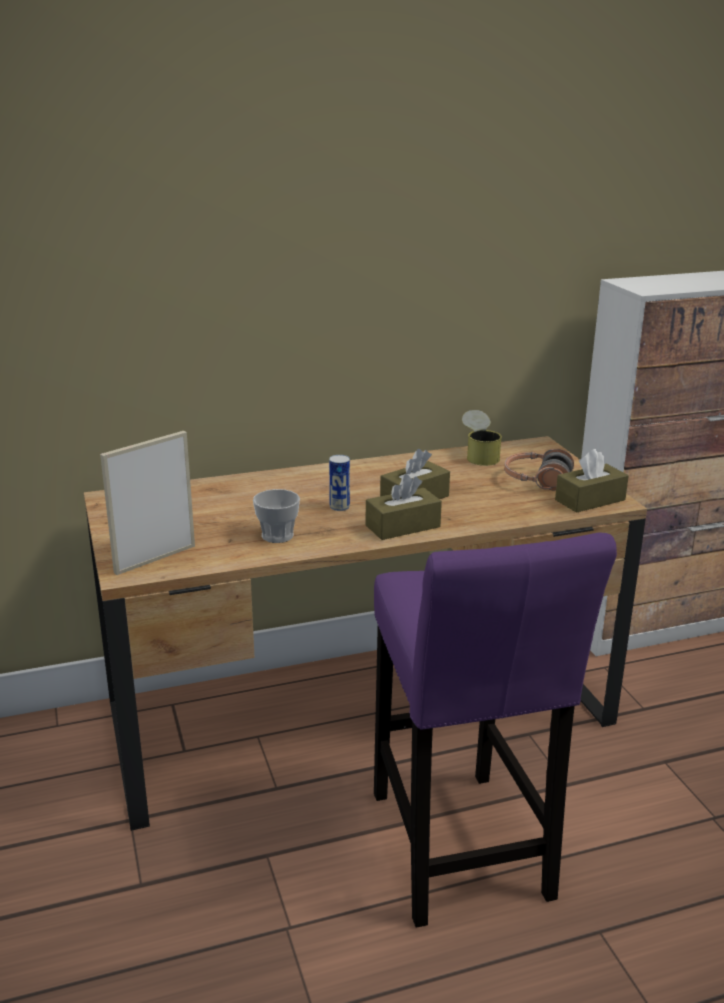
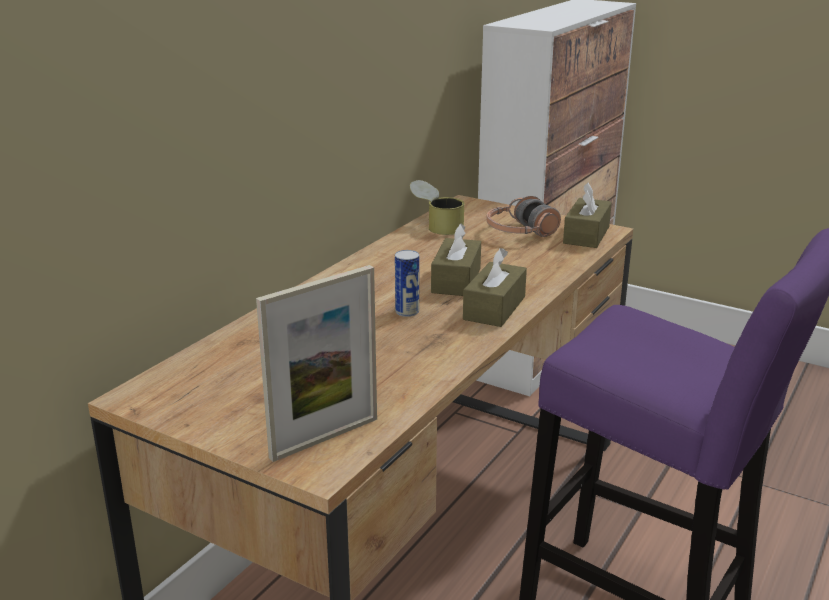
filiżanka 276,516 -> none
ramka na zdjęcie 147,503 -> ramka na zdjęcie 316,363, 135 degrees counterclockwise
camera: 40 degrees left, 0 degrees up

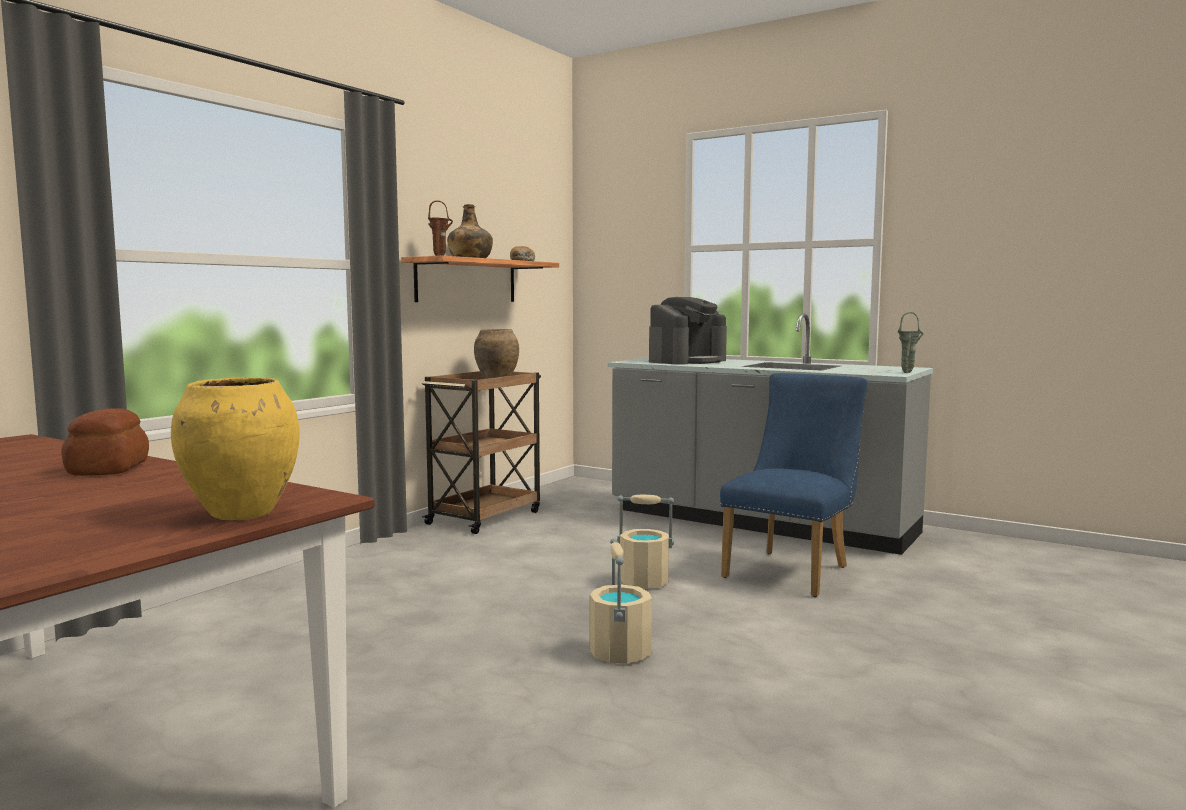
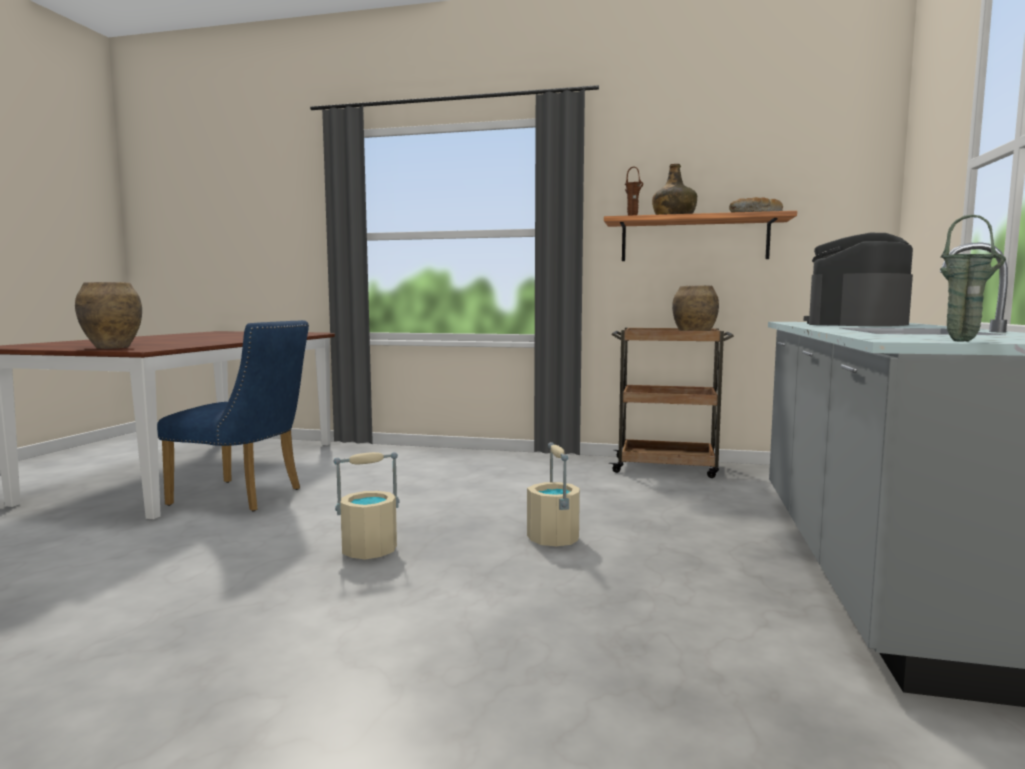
chleb 105,442 -> none
krzesło [niebieski] 793,485 -> krzesło [niebieski] 233,416, move
wazon [żółty] 235,448 -> wazon [brązowy] 108,315
ekspres do kawy 688,331 -> ekspres do kawy 858,279, 105 degrees clockwise
camera: 70 degrees right, 0 degrees up

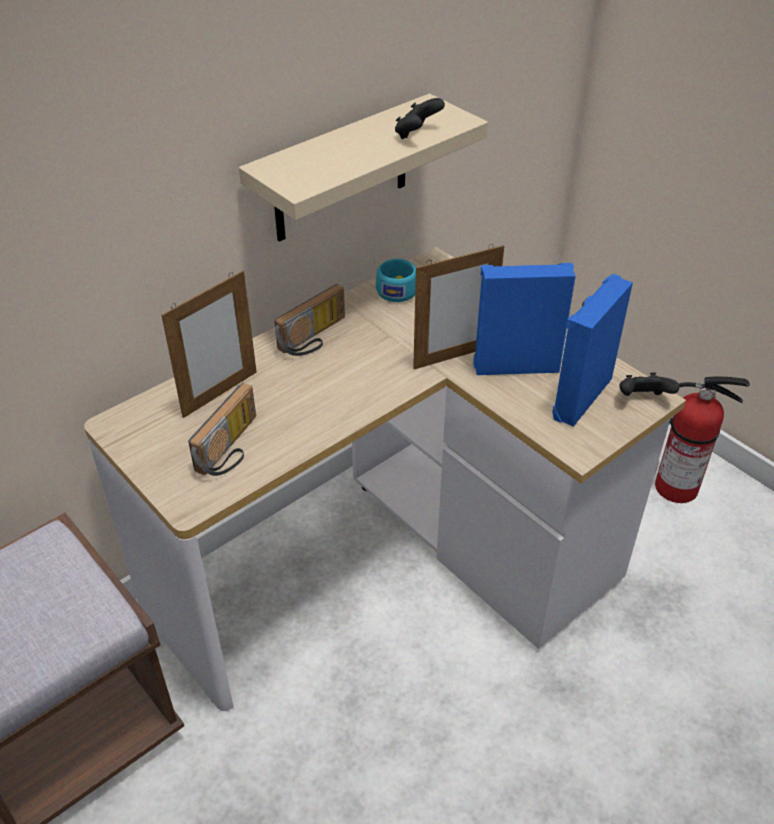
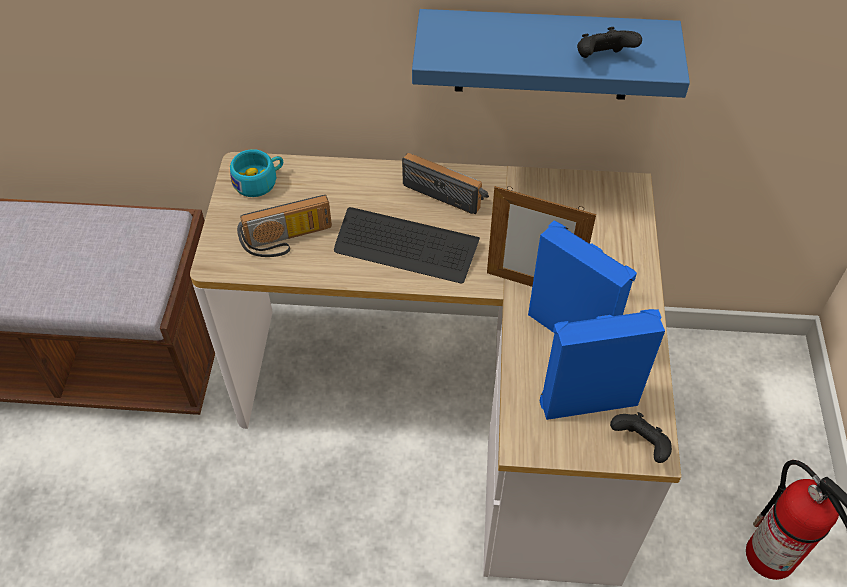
ramka na zdjęcie 209,344 -> none
none -> klawiatura 407,245
filiżanka [turkusowy] 396,280 -> filiżanka [turkusowy] 256,173, move
półka [beżowy] 363,168 -> półka [niebieski] 551,54
radio 310,320 -> radio 445,183, 150 degrees counterclockwise
camera: 45 degrees right, 10 degrees up

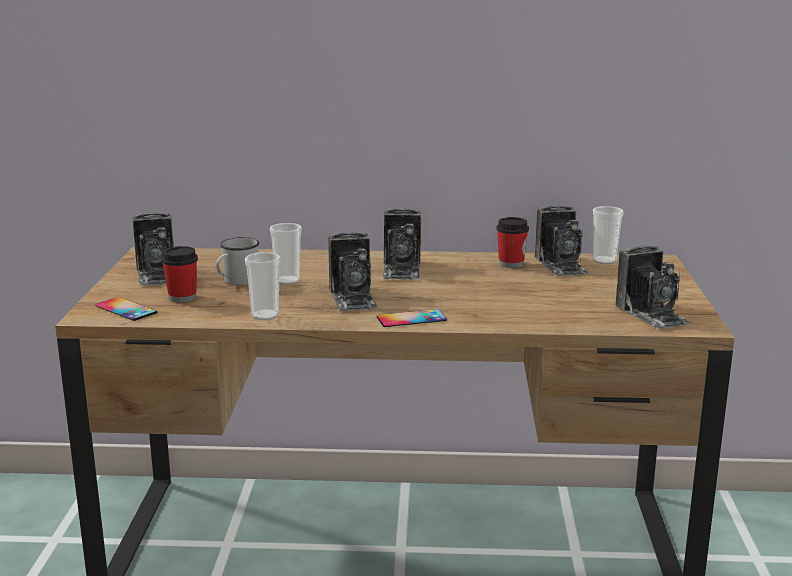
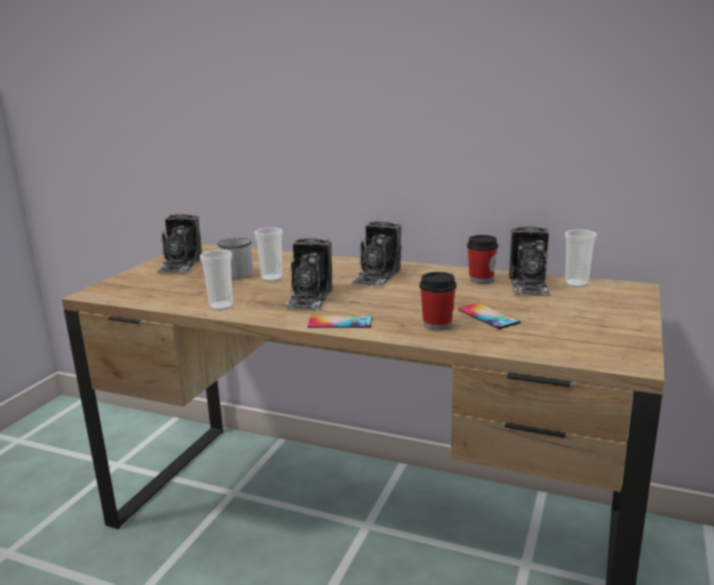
aparat fotograficzny 653,287 -> none
telefon 126,309 -> telefon 489,316, move
filiżanka 180,274 -> filiżanka 437,301, move
camera: 20 degrees right, 0 degrees up

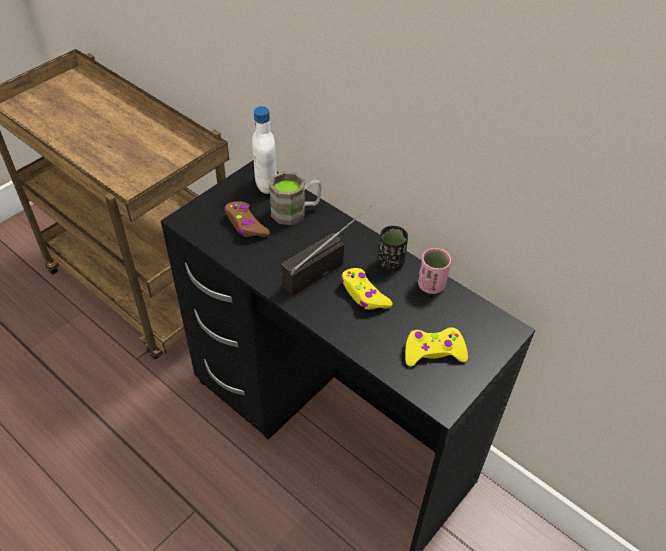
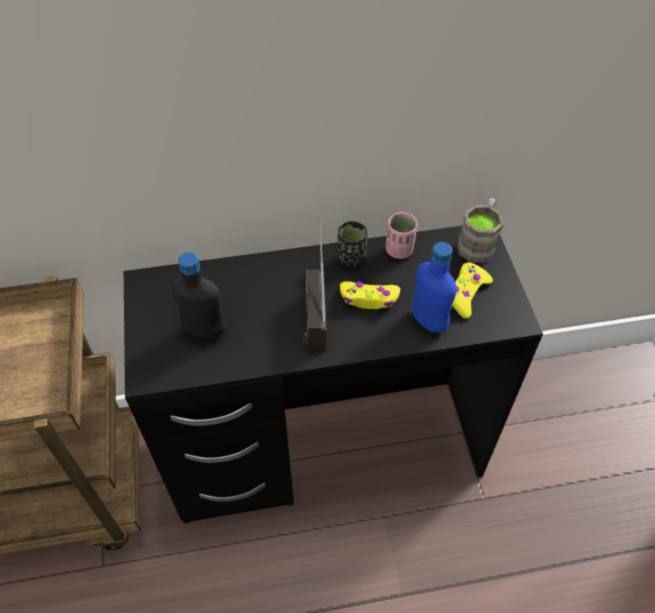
butelka [biały] 264,150 -> none
none -> butelka [niebieski] 433,287
kubek [brązowy] 295,198 -> kubek [brązowy] 480,230, move
pad do gier [brązowy] 247,219 -> butelka [czarny] 198,295
camera: 50 degrees left, 5 degrees up

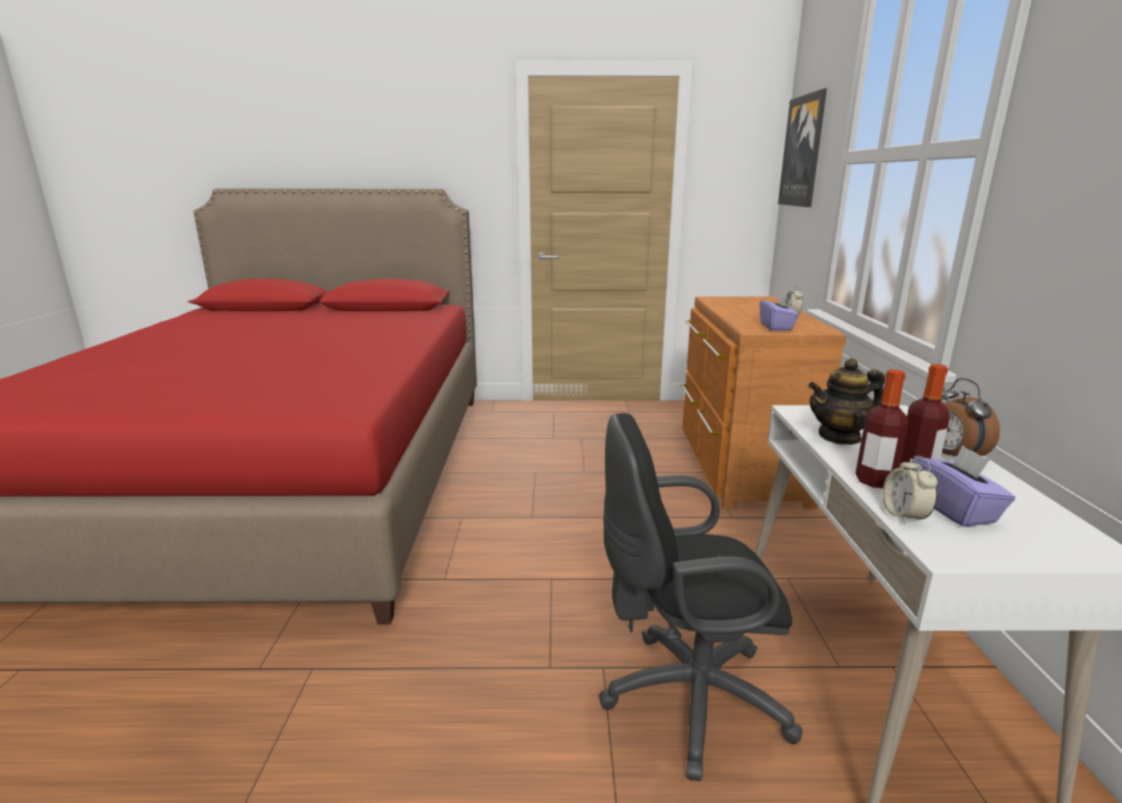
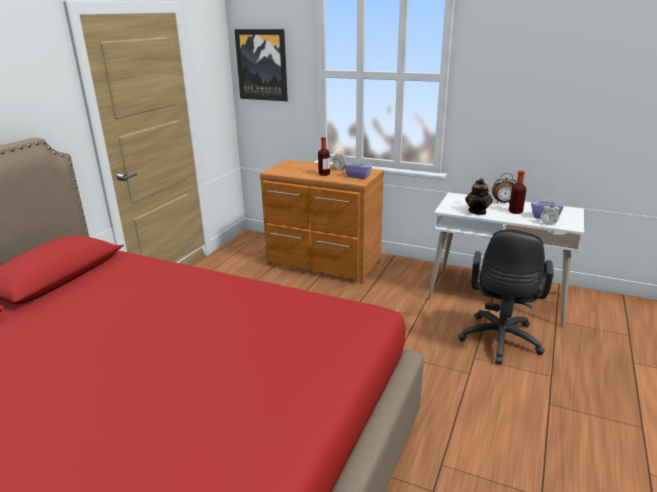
butelka 882,428 -> butelka 324,156, move
camera: 65 degrees left, 5 degrees up

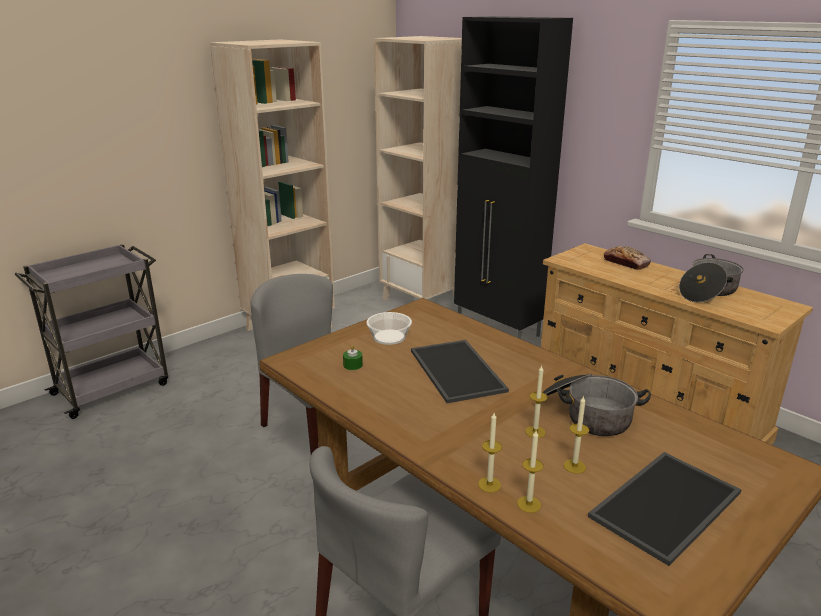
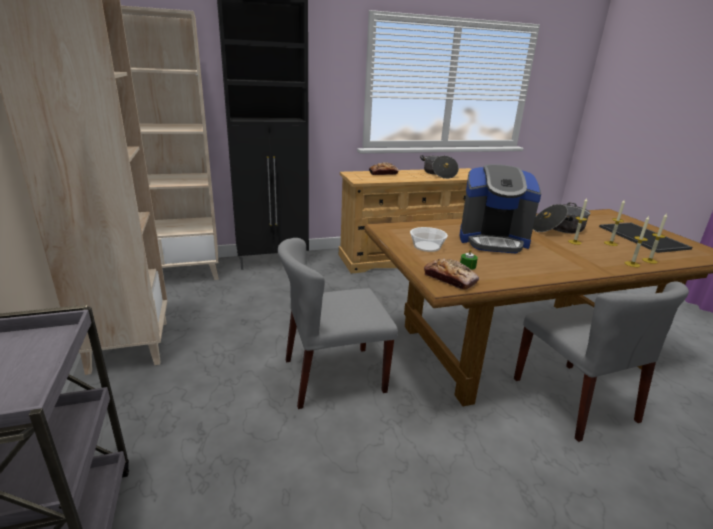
none -> chleb 451,274
taca 460,371 -> ekspres do kawy 500,209
camera: 65 degrees left, 0 degrees up

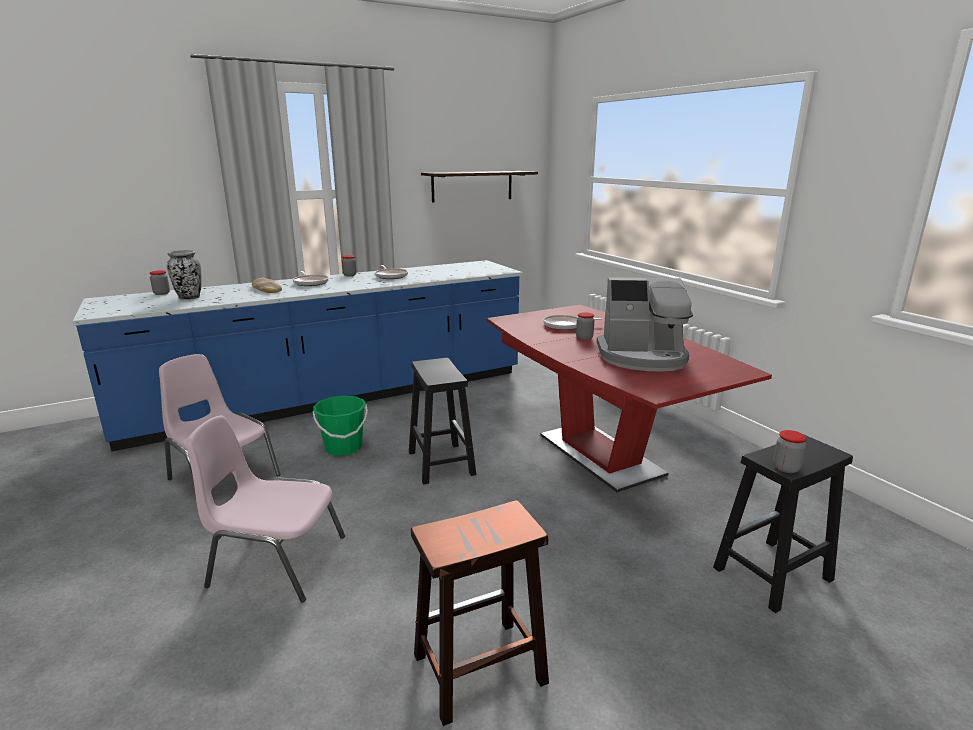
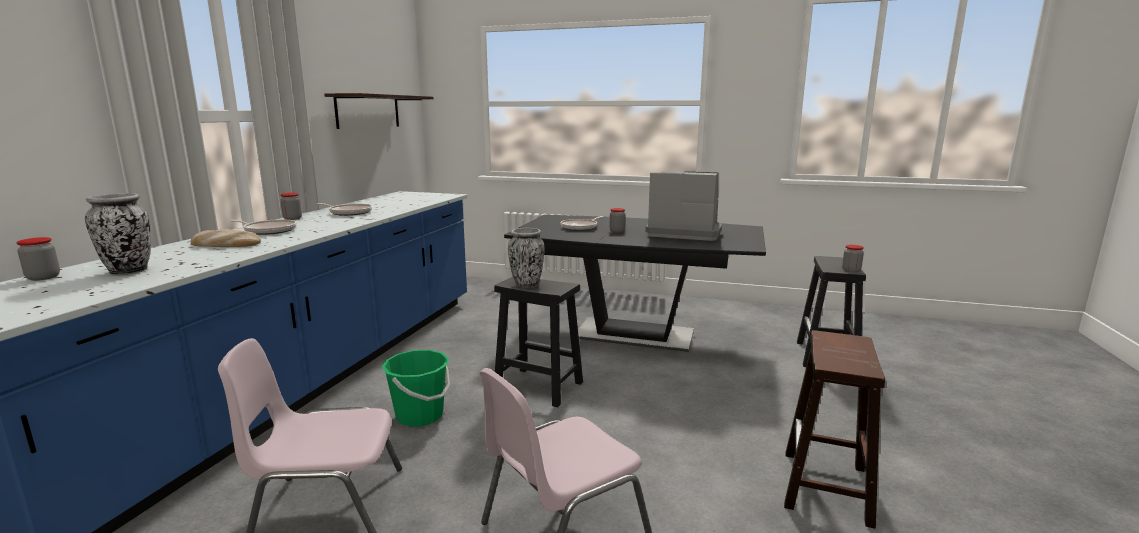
none -> wazon 526,258
stół jadalny [czerwony] 629,398 -> stół jadalny [czarny] 635,283
ekspres do kawy 645,324 -> ekspres do kawy 684,206, 120 degrees counterclockwise
camera: 45 degrees left, 5 degrees down

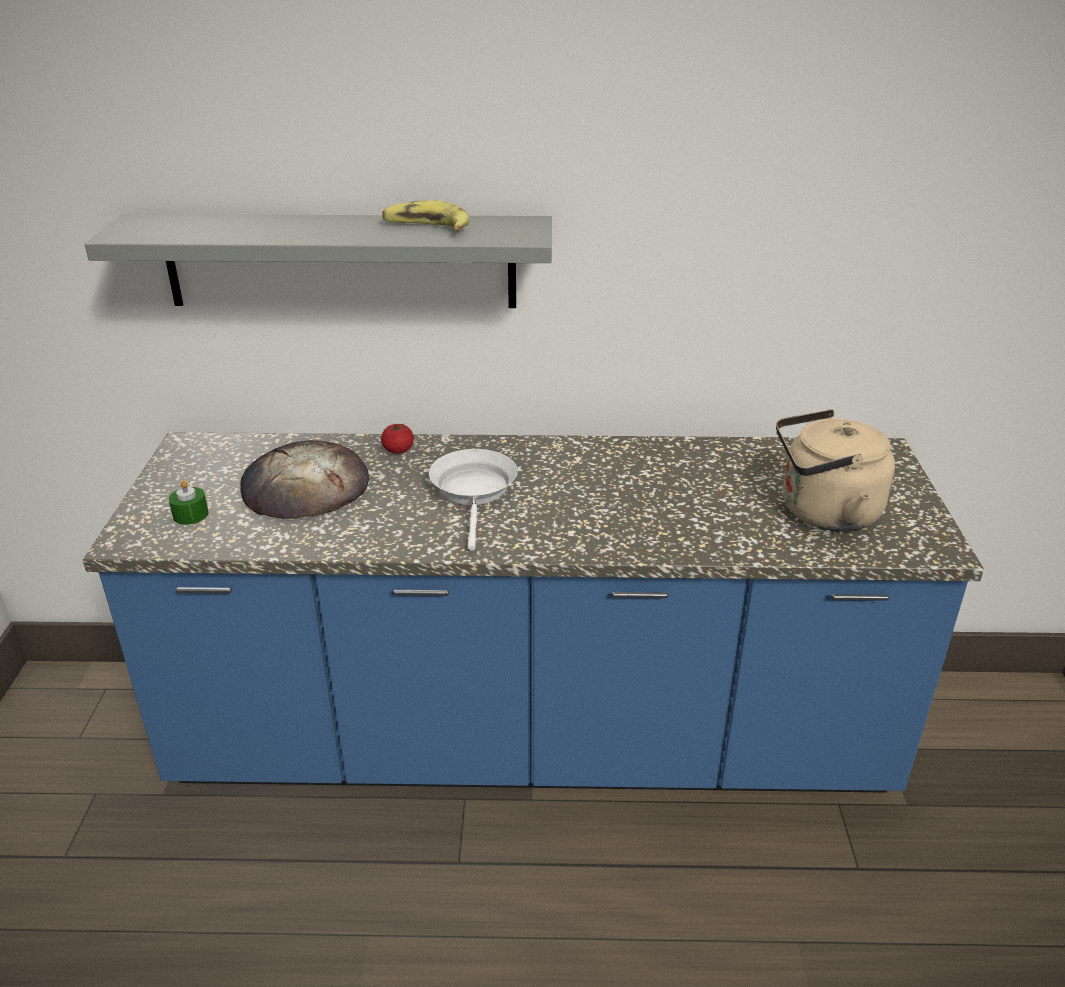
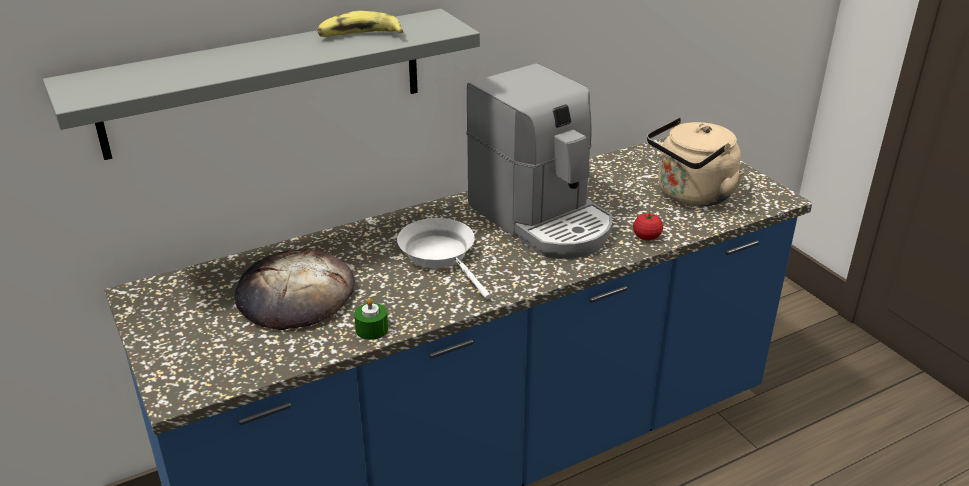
none -> ekspres do kawy 539,160
świeca [zielony] 189,502 -> świeca [zielony] 371,319, move
pomidor 397,438 -> pomidor 648,226, move
camera: 30 degrees left, 0 degrees up

